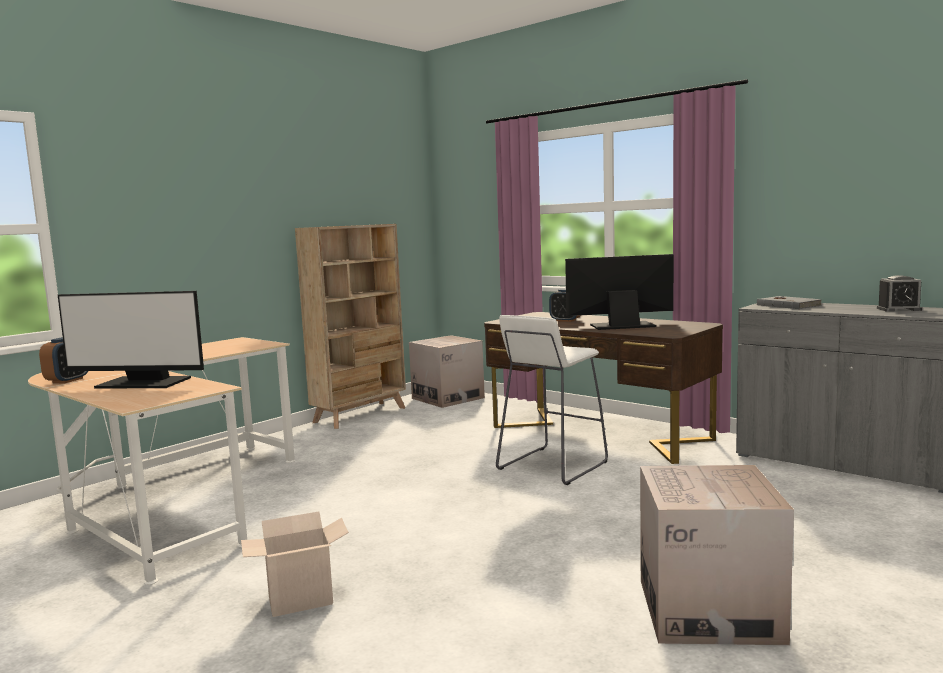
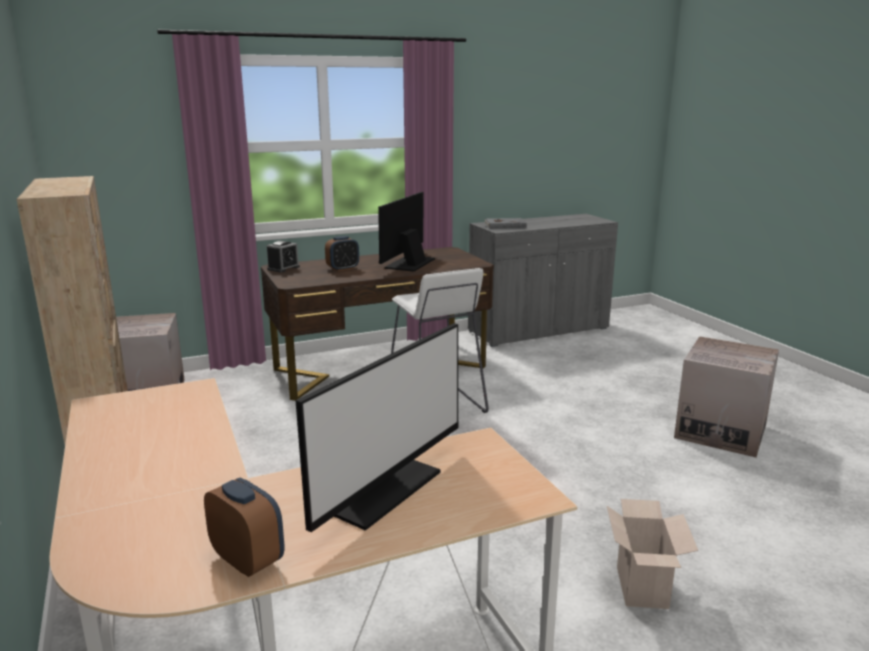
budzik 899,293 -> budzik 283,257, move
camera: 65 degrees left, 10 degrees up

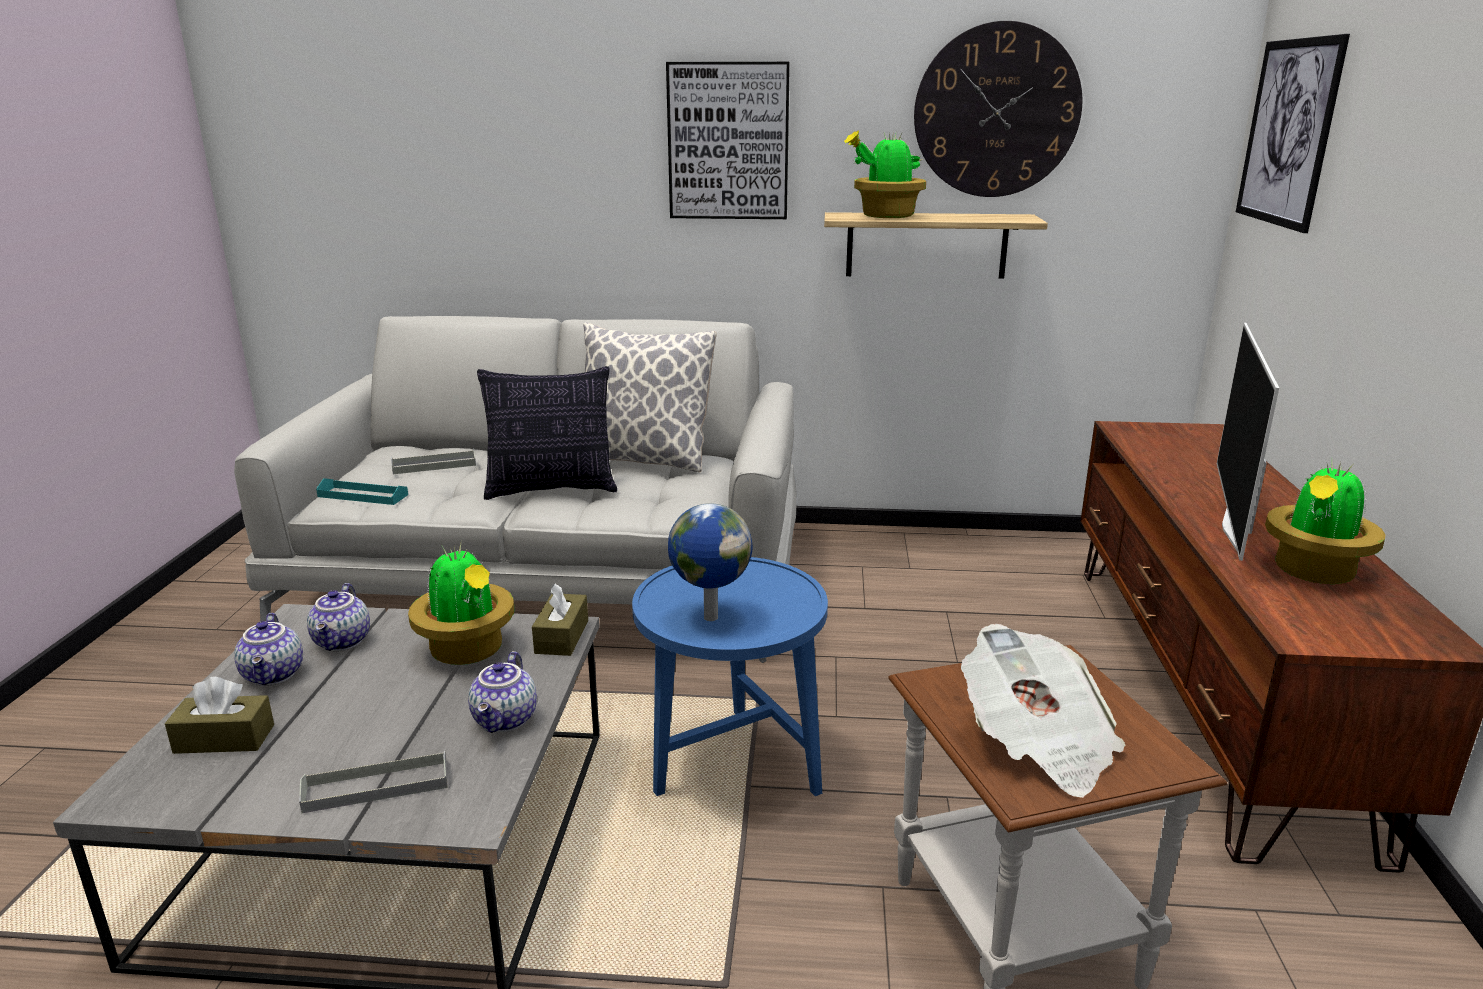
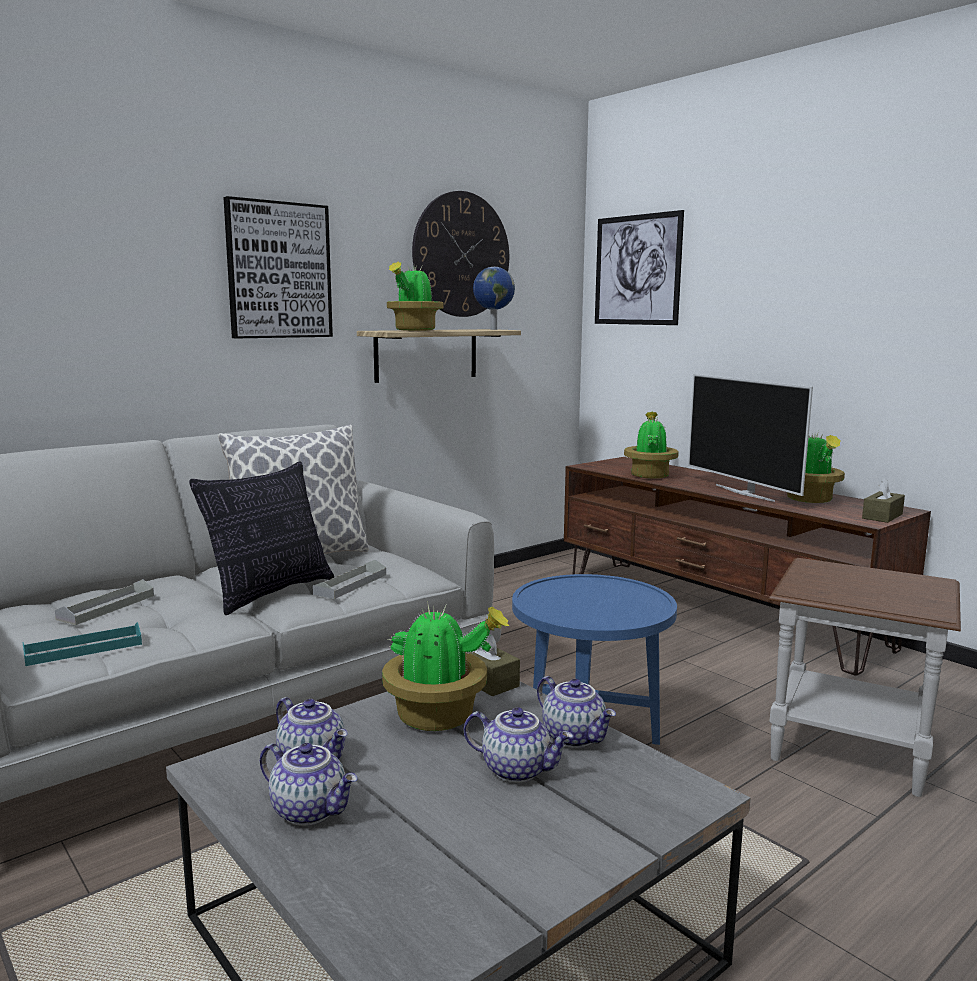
gazeta 1043,711 -> none
none -> imbryk 518,745
none -> roślina doniczkowa 651,445
pudełko chusteczek [brązowy] 219,715 -> pudełko chusteczek [brązowy] 883,500, move
taca [szary] 373,782 -> taca [szary] 349,579, move
globus 710,562 -> globus 494,298, move
camera: 45 degrees left, 10 degrees down

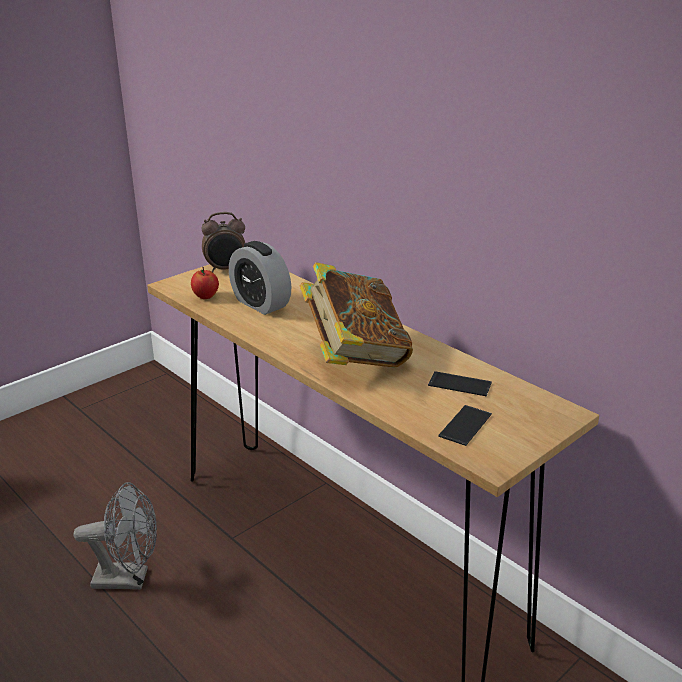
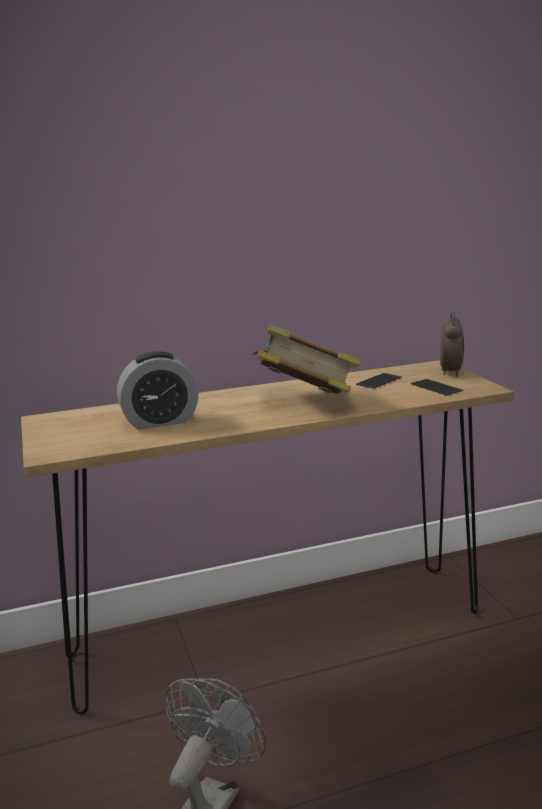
jabłko 205,283 -> none
budzik 223,242 -> budzik 452,344, move
camera: 65 degrees left, 10 degrees down

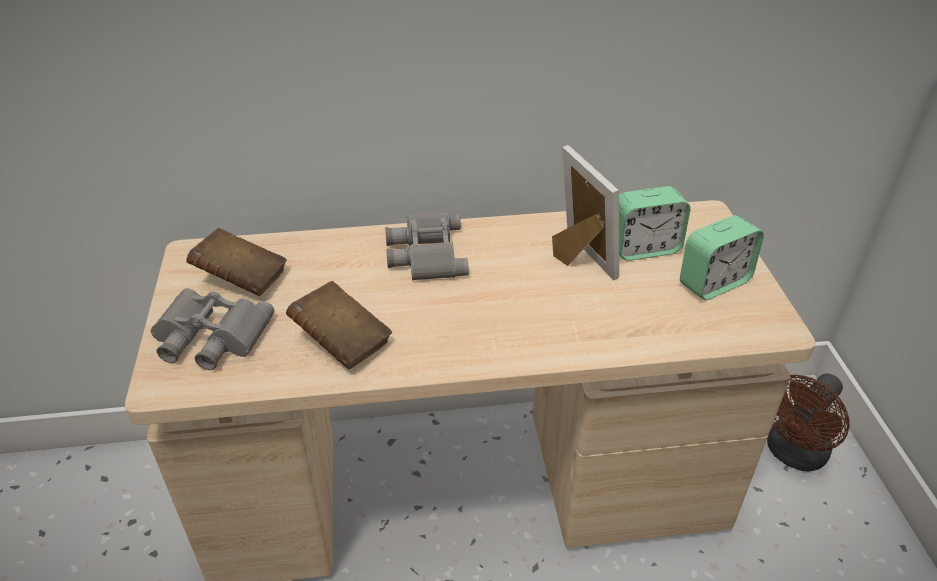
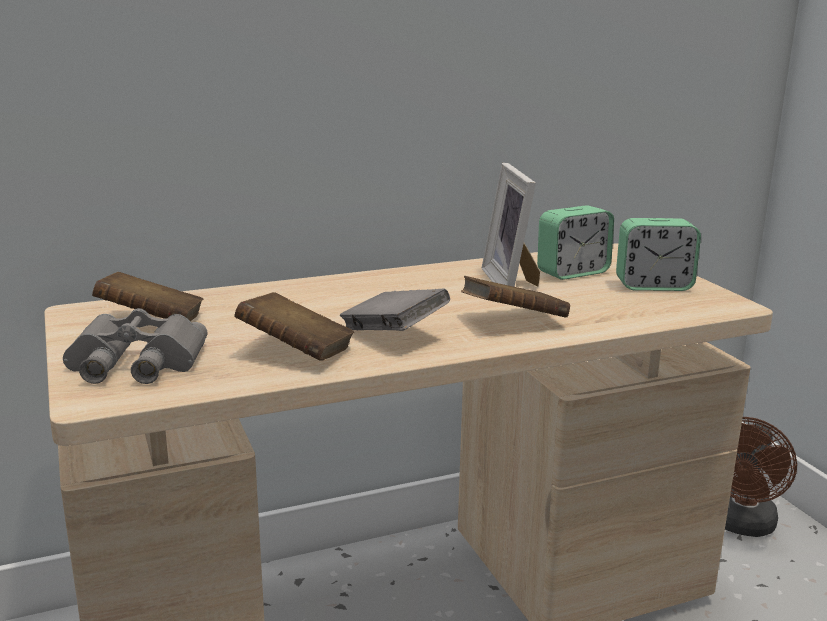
lornetka [szary] 427,245 -> none
none -> książka [szary] 395,310
none -> książka [brązowy] 515,297
ramka na zdjęcie 585,212 -> ramka na zdjęcie 510,225, 150 degrees counterclockwise
budzik 722,257 -> budzik 658,254, 45 degrees clockwise
camera: 15 degrees left, 20 degrees down

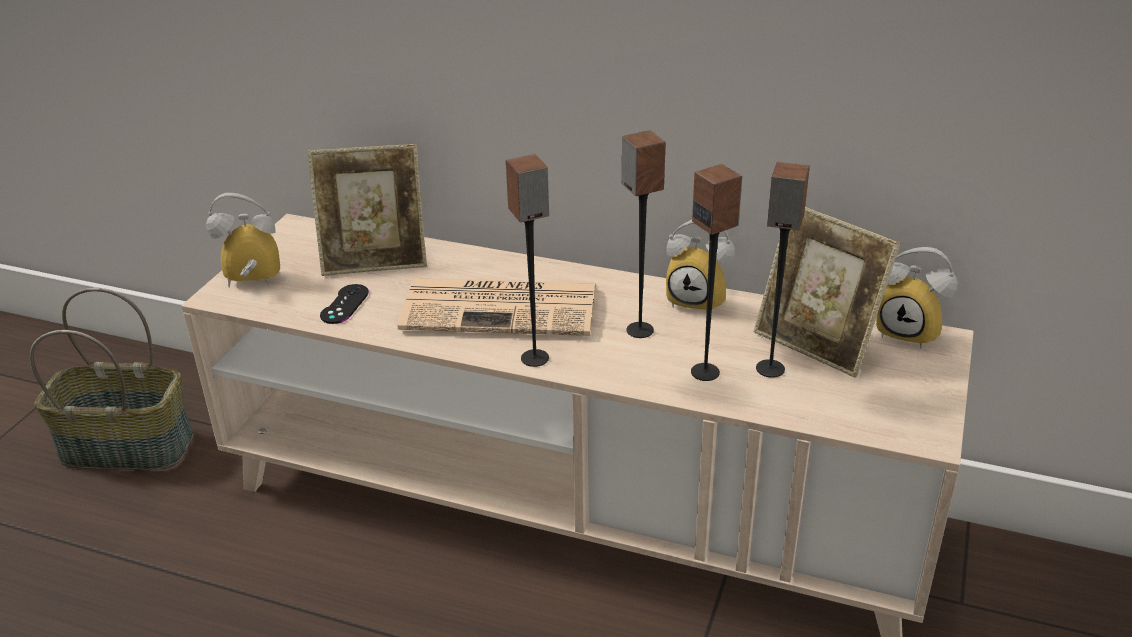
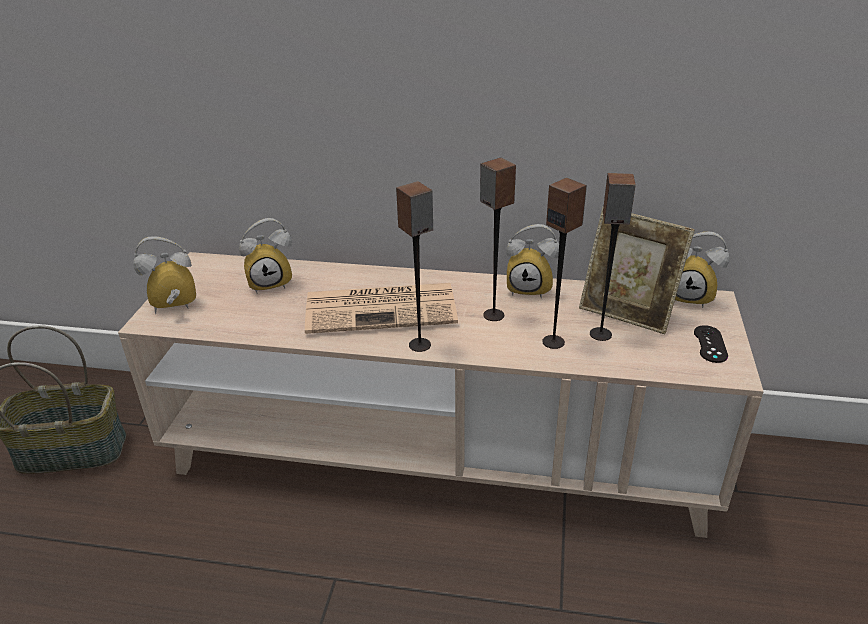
pad do gier [czarny] 344,304 -> pad do gier [czarny] 711,344, move
ramka na zdjęcie 367,210 -> budzik 265,256
camera: 10 degrees left, 0 degrees up

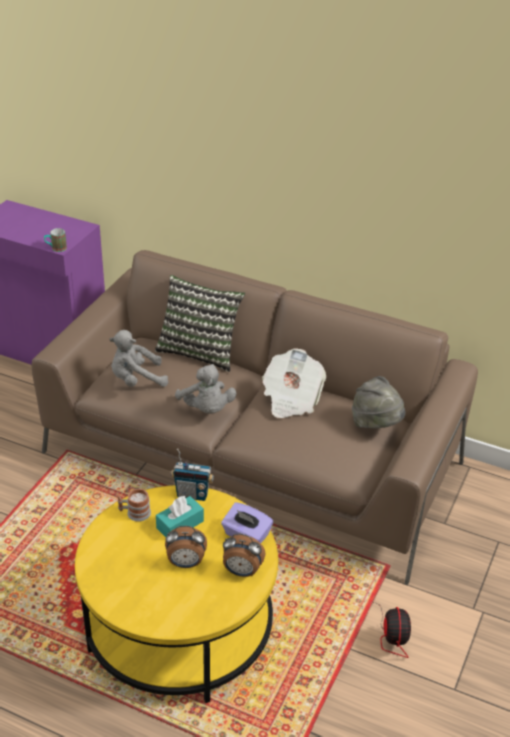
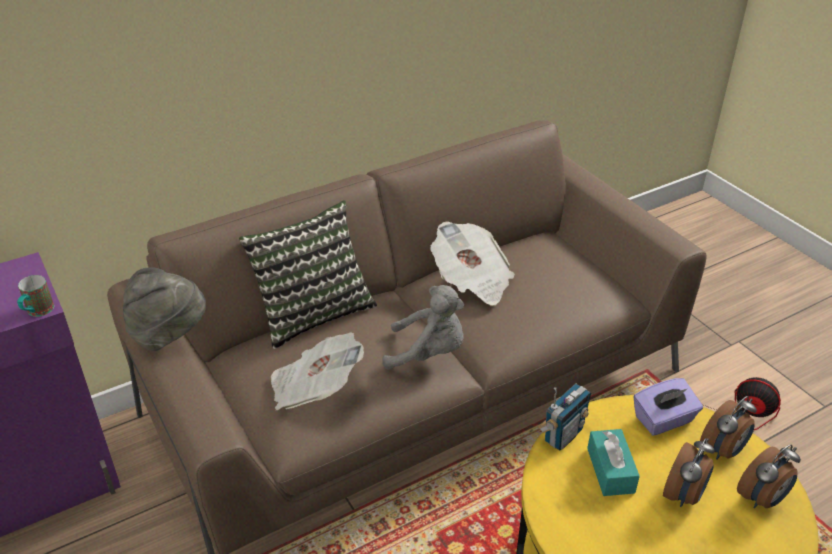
kubek 134,505 -> none
none -> budzik 769,476
kapelusz [szary] 378,402 -> kapelusz [szary] 164,309, move
pluszak [szary] 138,358 -> gazeta 317,371
camera: 55 degrees left, 0 degrees up

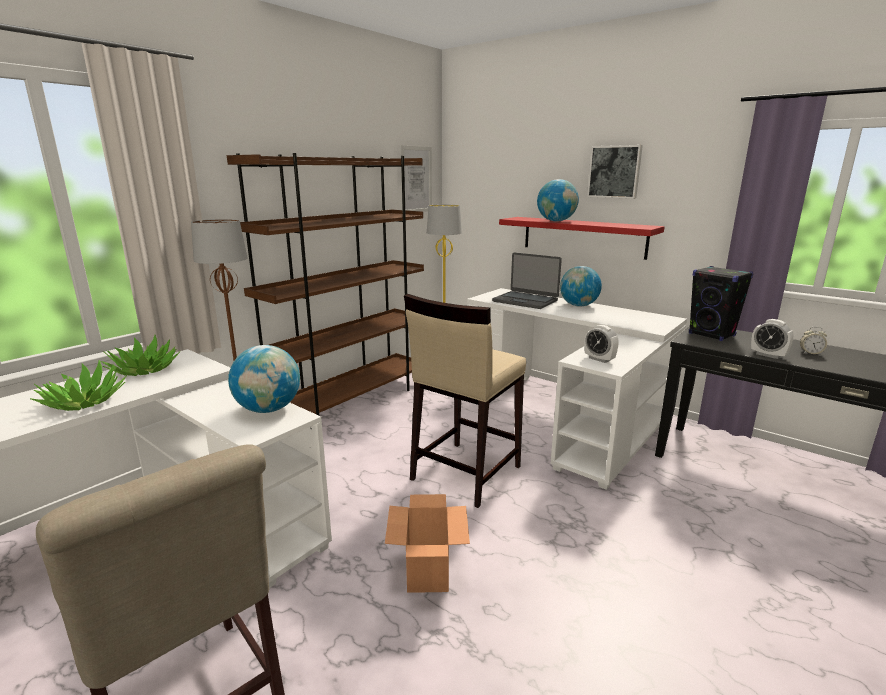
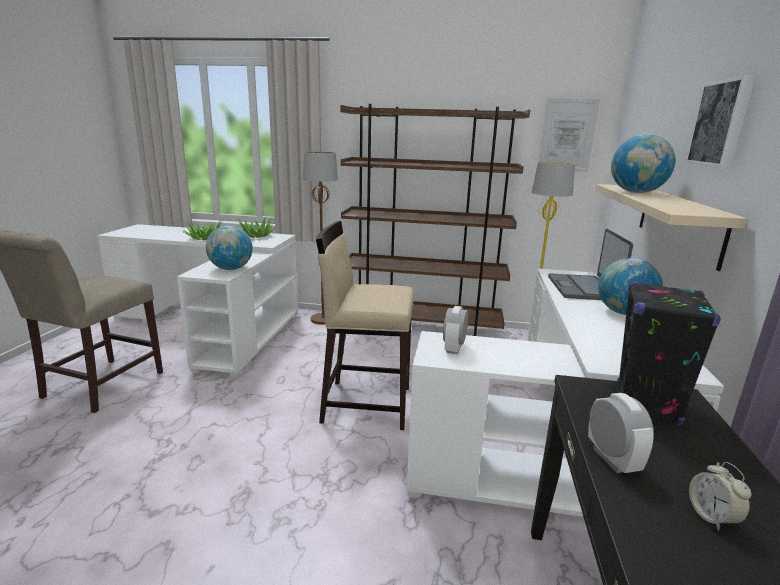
karton 427,543 -> none
półka [czerwony] 582,238 -> półka [beżowy] 672,227
budzik 772,339 -> budzik 621,433, 150 degrees clockwise
camera: 60 degrees right, 0 degrees up

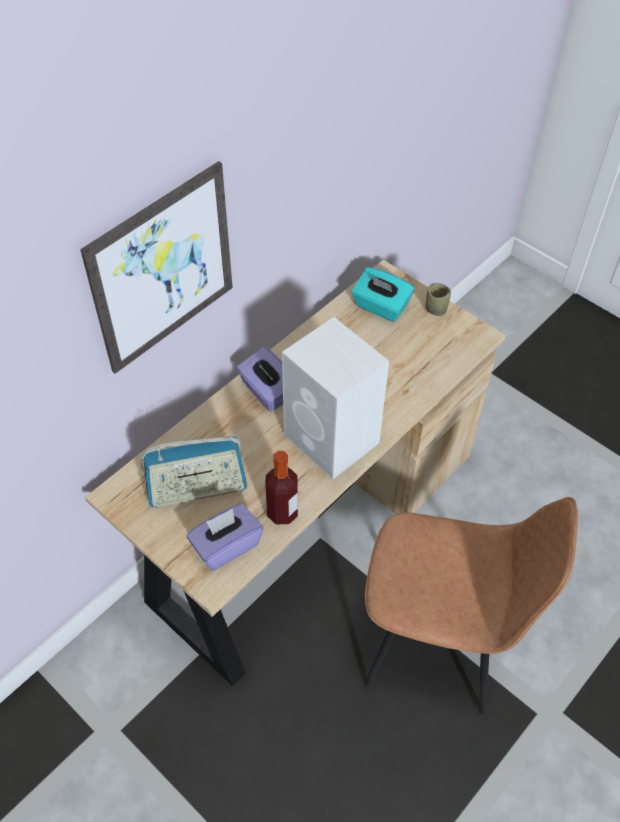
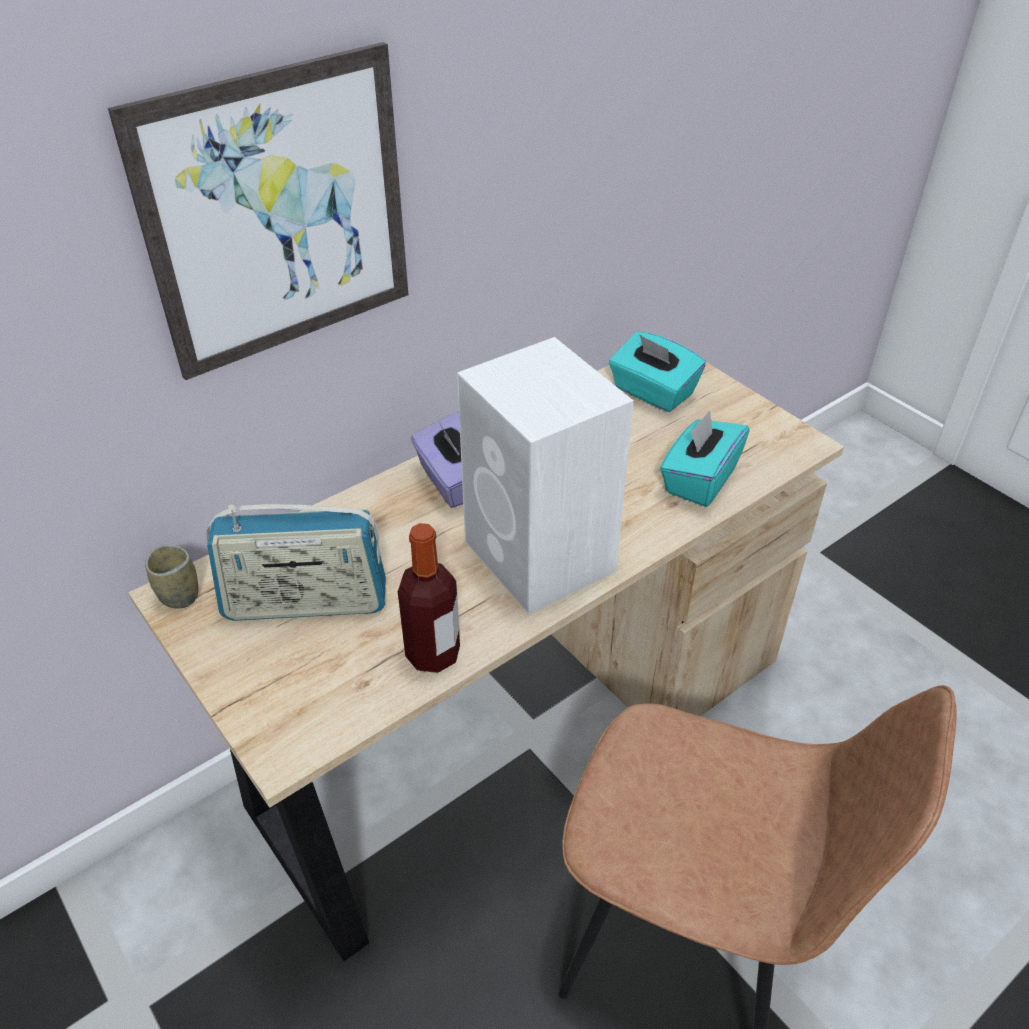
pudełko chusteczek [fioletowy] 225,537 -> none
none -> pudełko chusteczek [turkusowy] 705,458
filiżanka 438,299 -> filiżanka 172,577, move
camera: 10 degrees right, 10 degrees down

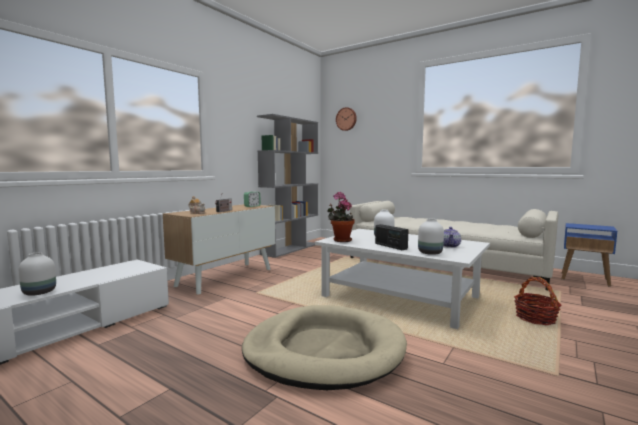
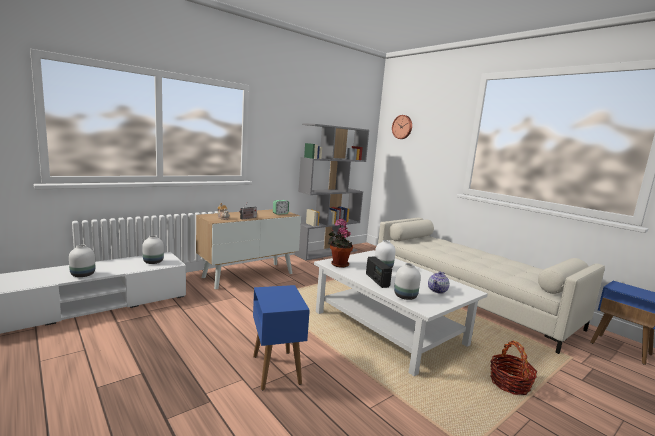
none -> wazon [biały] 153,249
legowisko [beżowy] 324,347 -> stolik [niebieski] 281,337
camera: 15 degrees right, 5 degrees up

